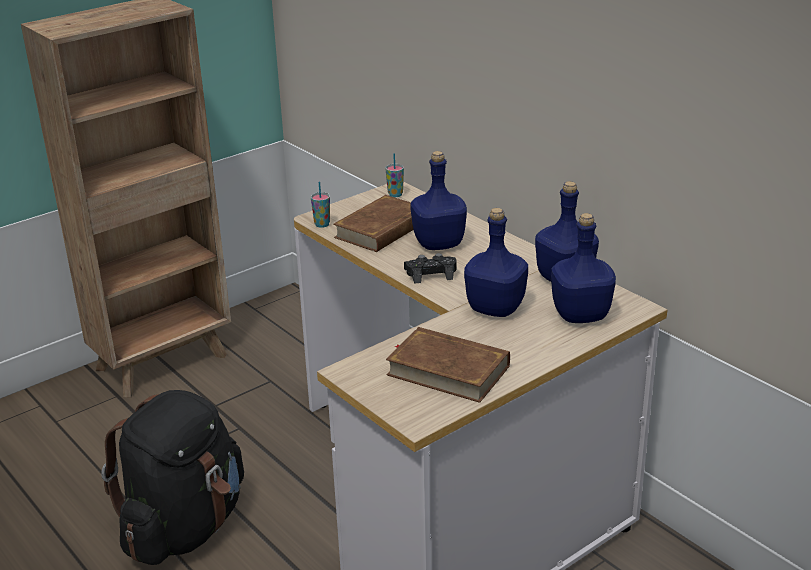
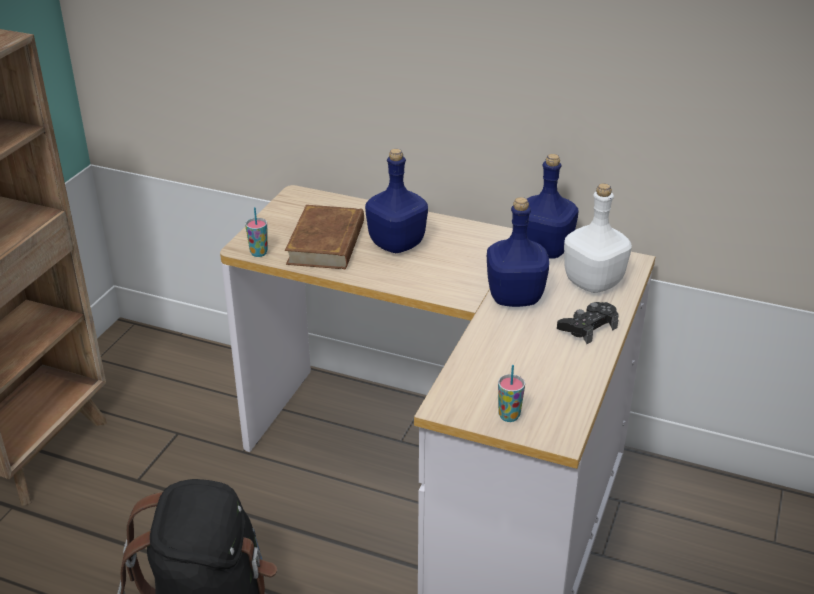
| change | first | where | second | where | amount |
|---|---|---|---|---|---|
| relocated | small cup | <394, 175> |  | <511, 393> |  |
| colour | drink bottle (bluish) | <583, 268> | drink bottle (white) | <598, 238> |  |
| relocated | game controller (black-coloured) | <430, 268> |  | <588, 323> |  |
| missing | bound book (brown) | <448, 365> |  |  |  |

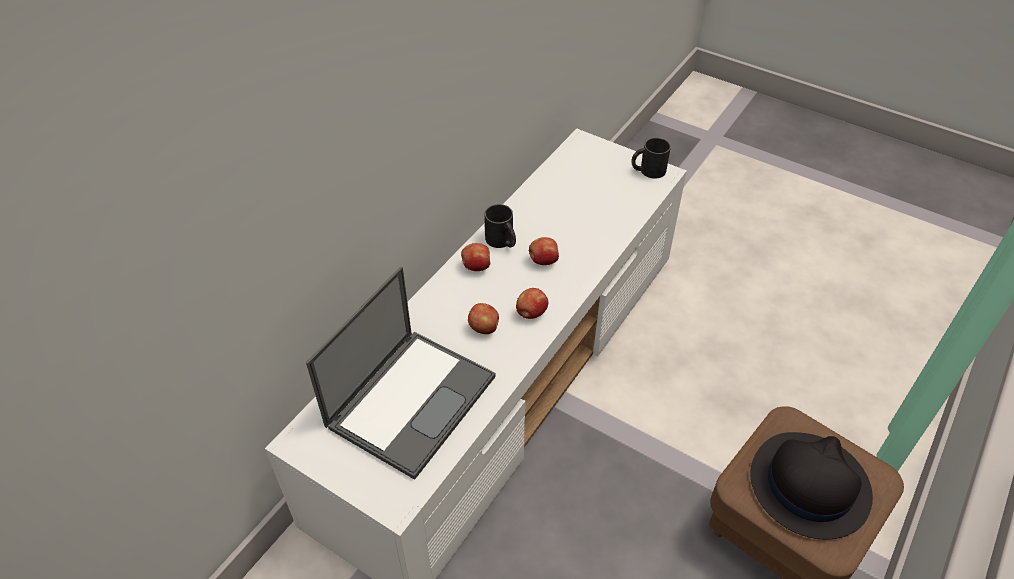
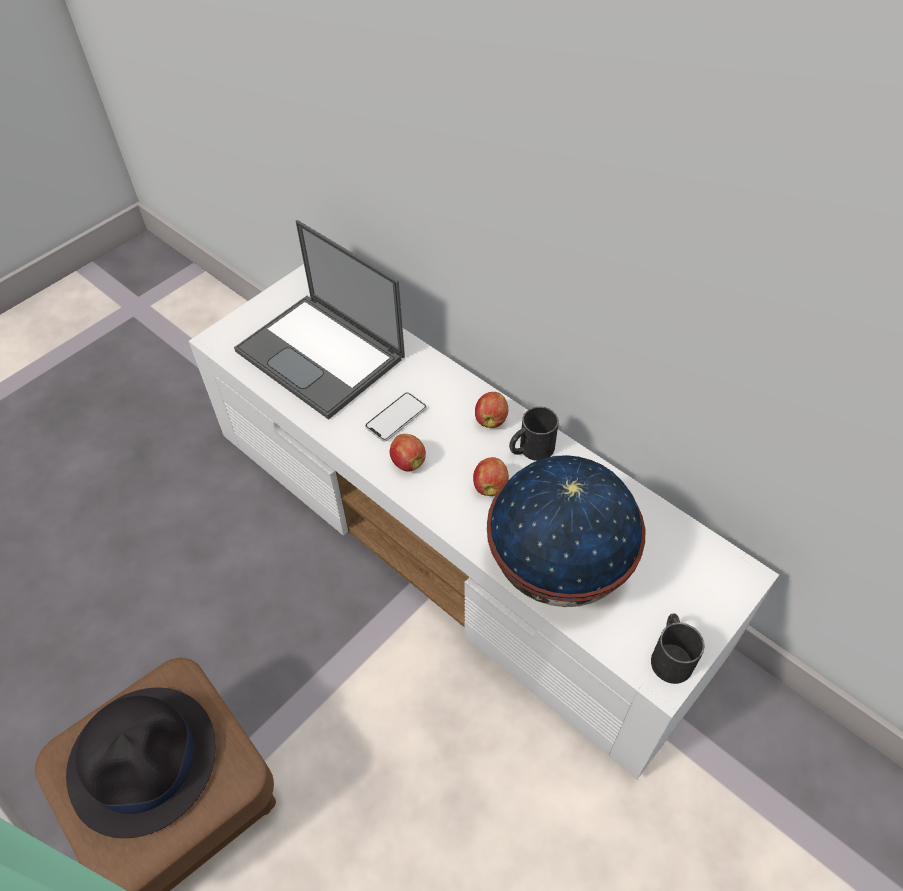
| change | first | where | second | where | amount |
|---|---|---|---|---|---|
| exchanged | apple fruit | <483, 318> | phone | <396, 416> |  |
| appeared |  |  | globe | <566, 531> |  |

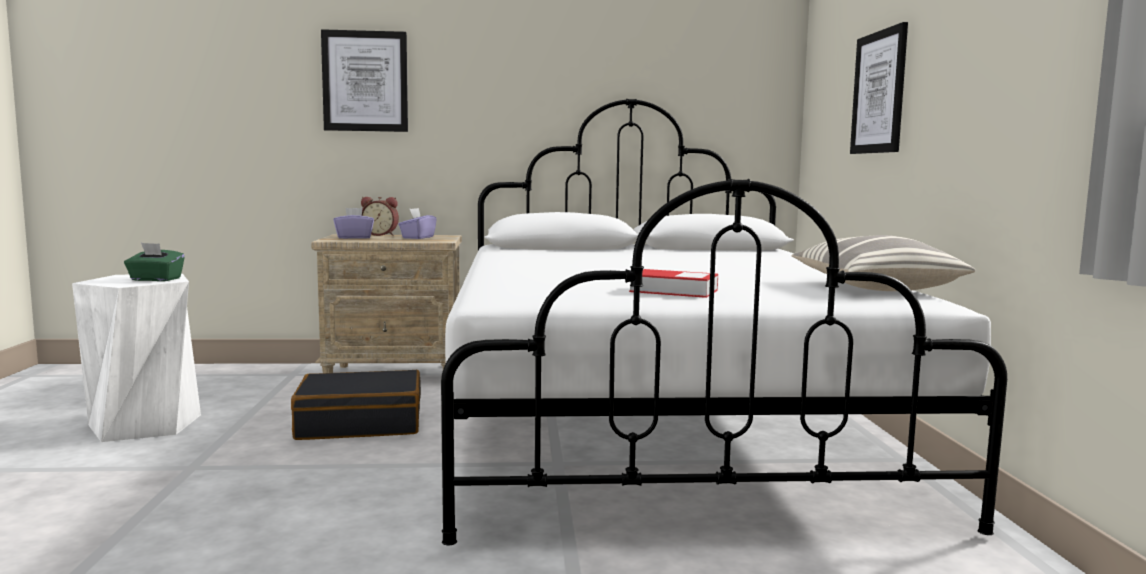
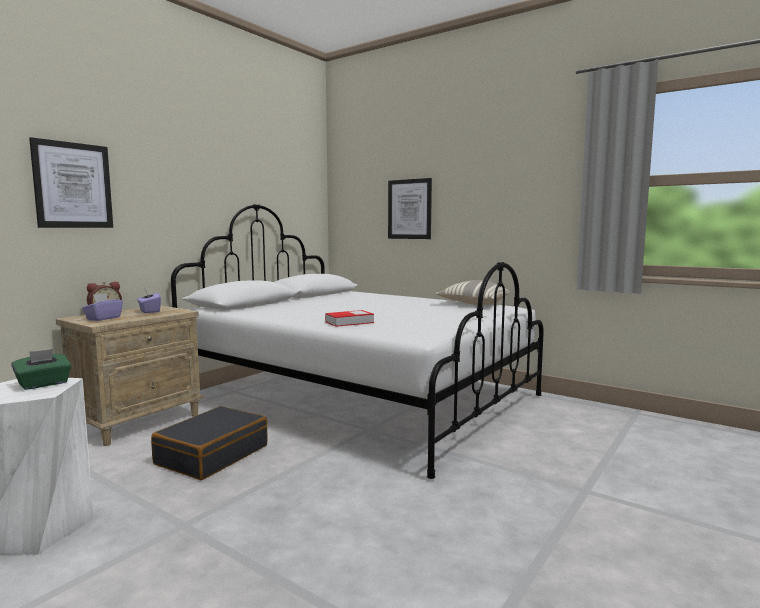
| change | first | where | second | where | amount |
|---|---|---|---|---|---|
| relocated | bound book | <673, 283> |  | <349, 318> |  |

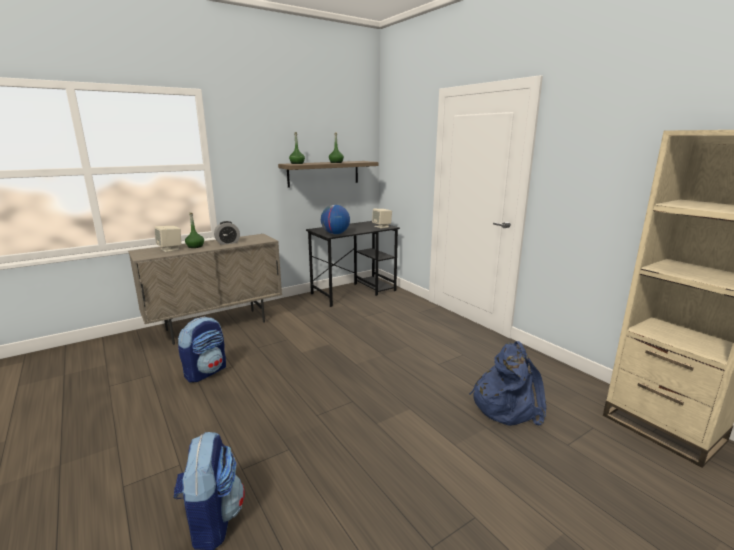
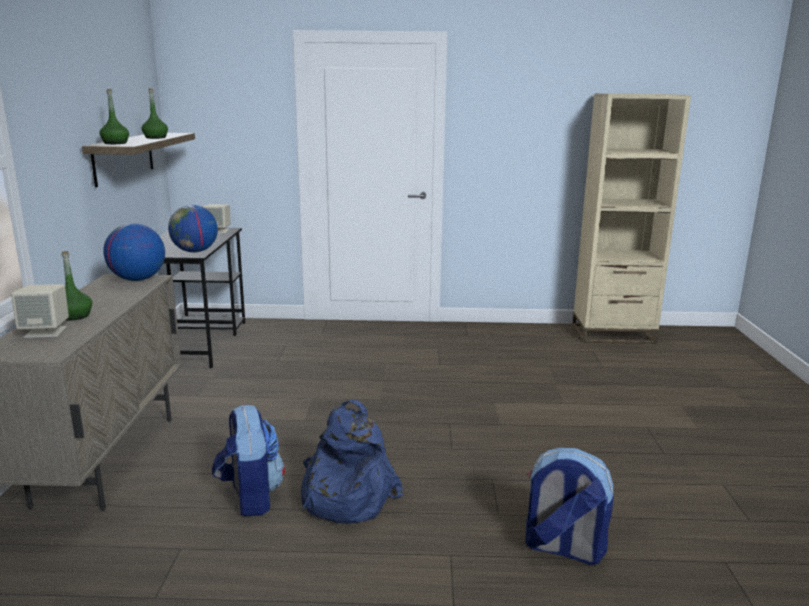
| change | first | where | second | where | amount |
|---|---|---|---|---|---|
| missing | alarm clock | <227, 233> |  |  |  |
| relocated | knapsack (bluish) | <507, 383> |  | <352, 461> |  |
| appeared |  |  | globe | <134, 252> |  |

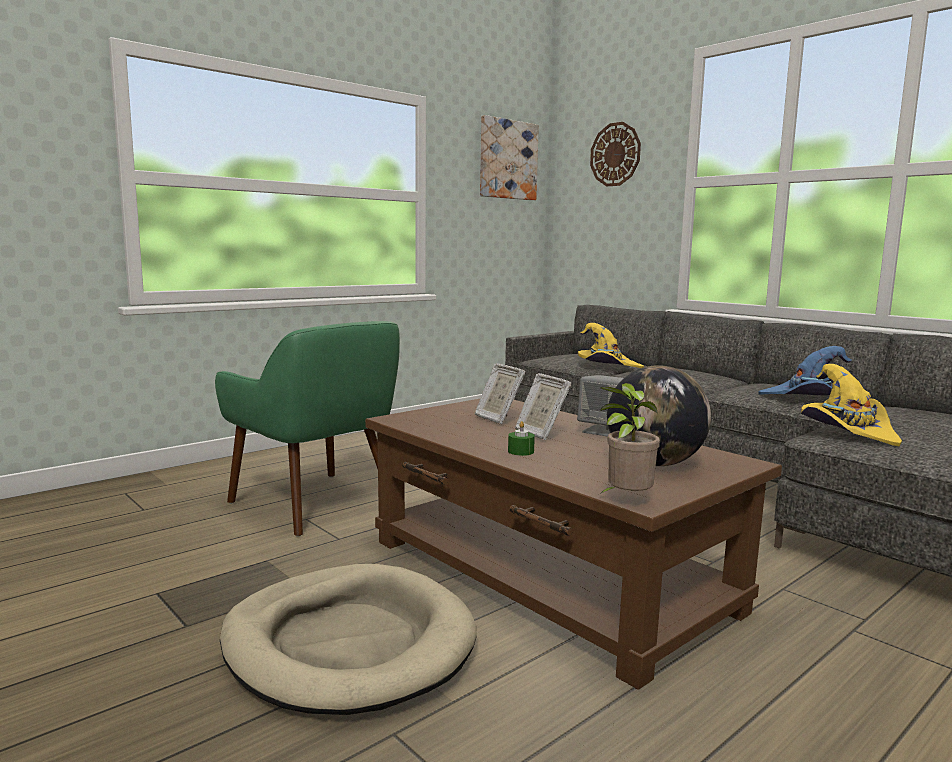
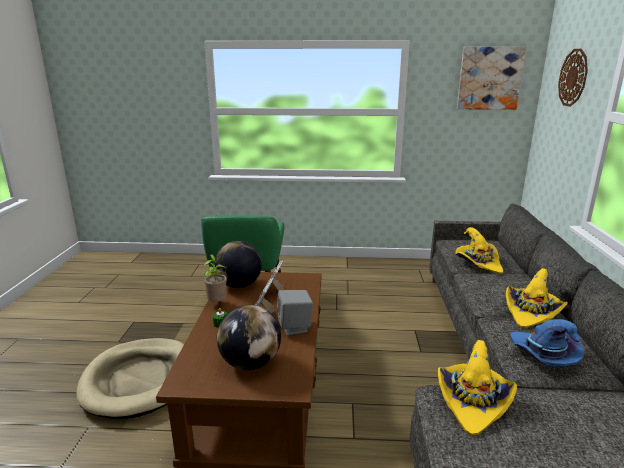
| change | first | where | second | where | amount |
|---|---|---|---|---|---|
| relocated | potted plant | <630, 438> |  | <215, 278> |  |
| appeared |  |  | globe | <238, 264> |  |
| appeared |  |  | hat (yellow) | <537, 298> |  |

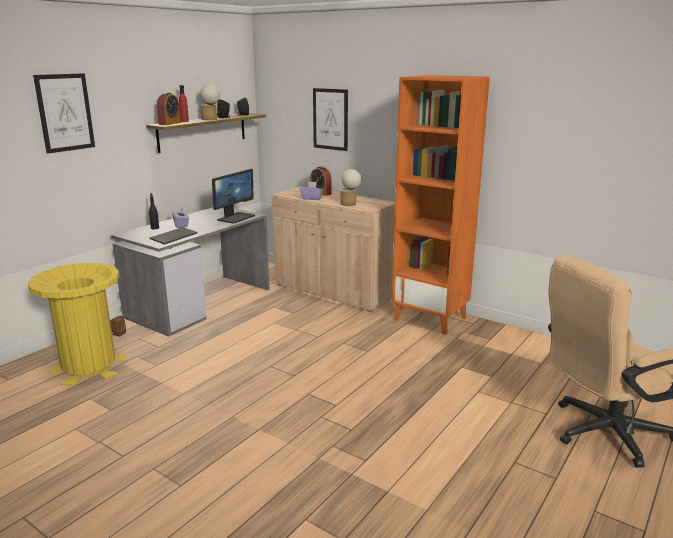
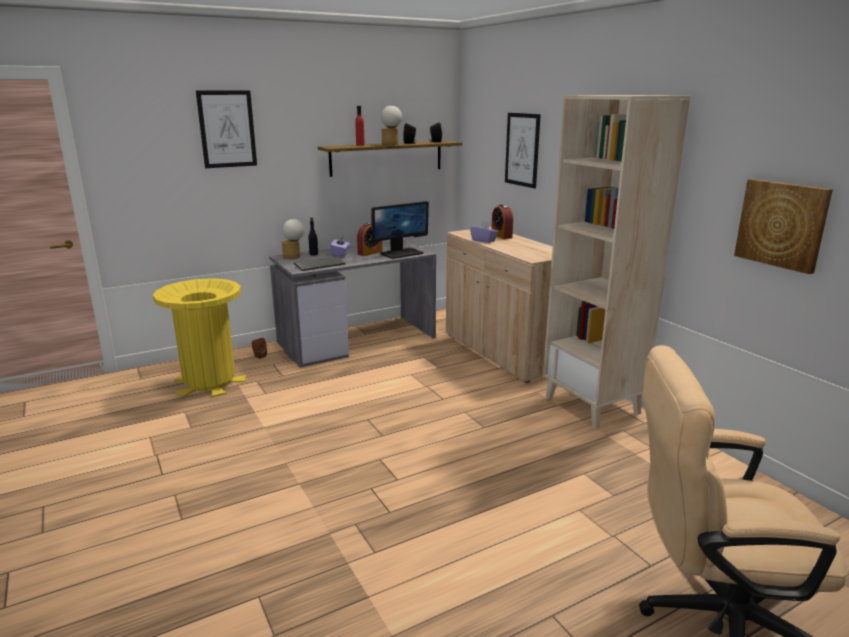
| change | first | where | second | where | amount |
|---|---|---|---|---|---|
| colour | shelving unit (orange) | <440, 205> | shelving unit (beige-coloured) | <616, 262> |  |
| relocated | alarm clock | <169, 109> |  | <369, 239> |  |
| relocated | lamp for a table | <350, 187> |  | <293, 239> |  |
| appeared |  |  | wall art | <783, 226> |  |

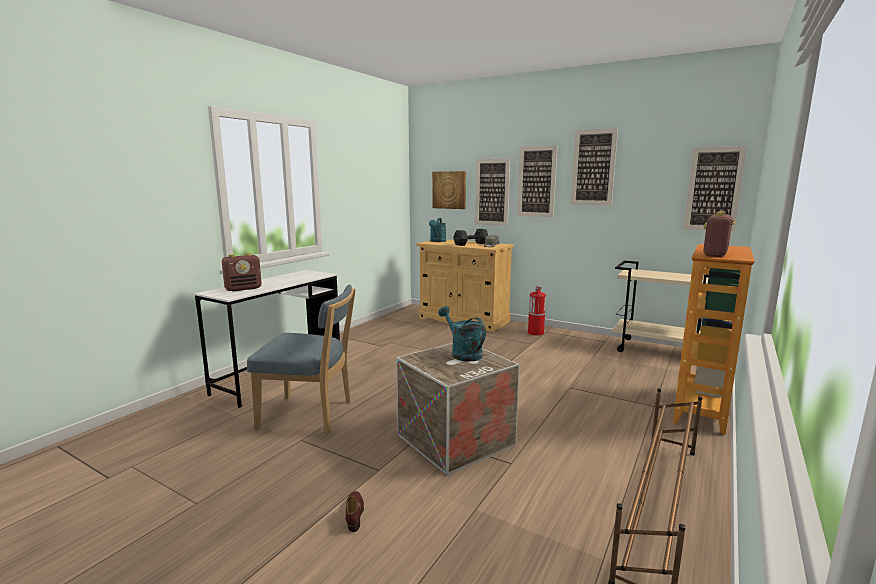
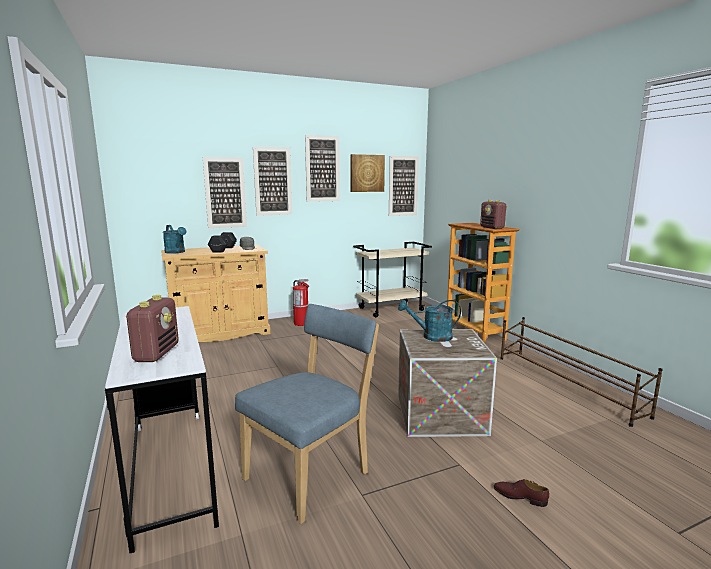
| change | first | where | second | where | amount |
|---|---|---|---|---|---|
| relocated | wall art | <449, 190> |  | <368, 173> |  |

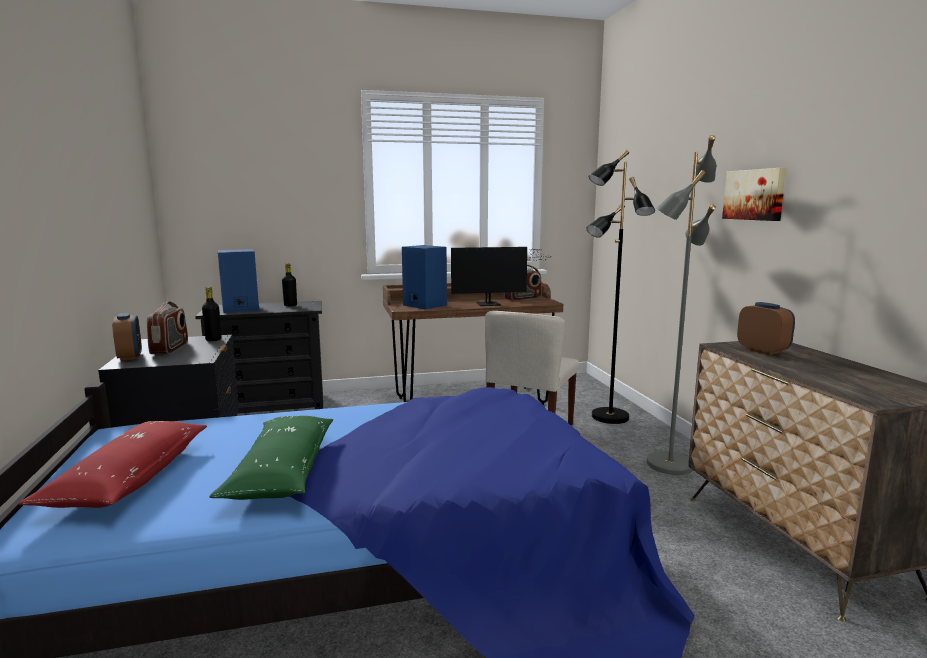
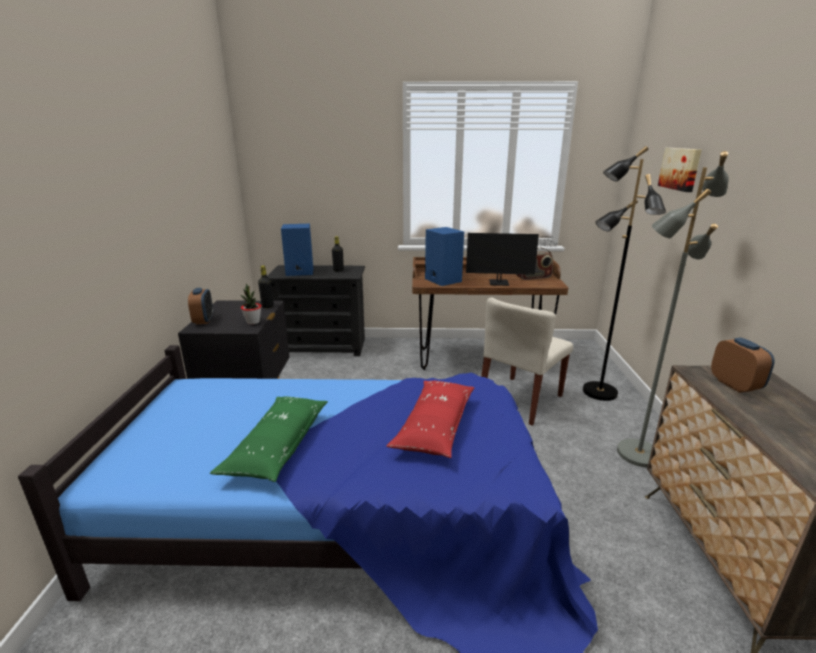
| change | first | where | second | where | amount |
|---|---|---|---|---|---|
| relocated | wall art | <754, 194> |  | <680, 170> |  |
| missing | radio | <167, 327> |  |  |  |
| relocated | cushion (red) | <112, 464> |  | <430, 419> |  |
| appeared |  |  | potted plant | <250, 304> |  |

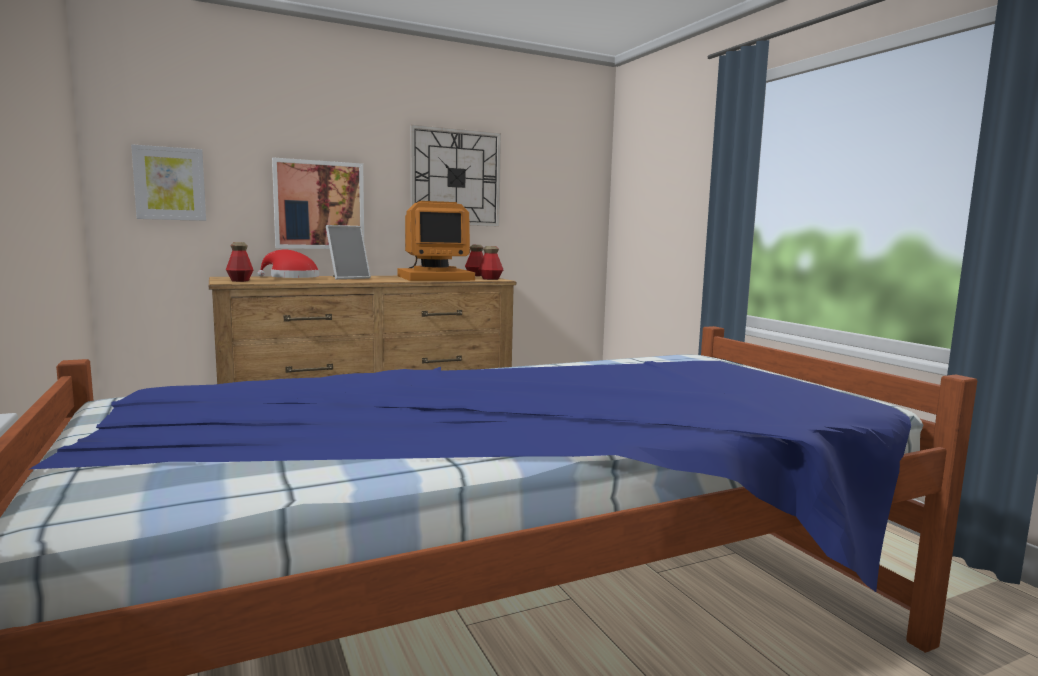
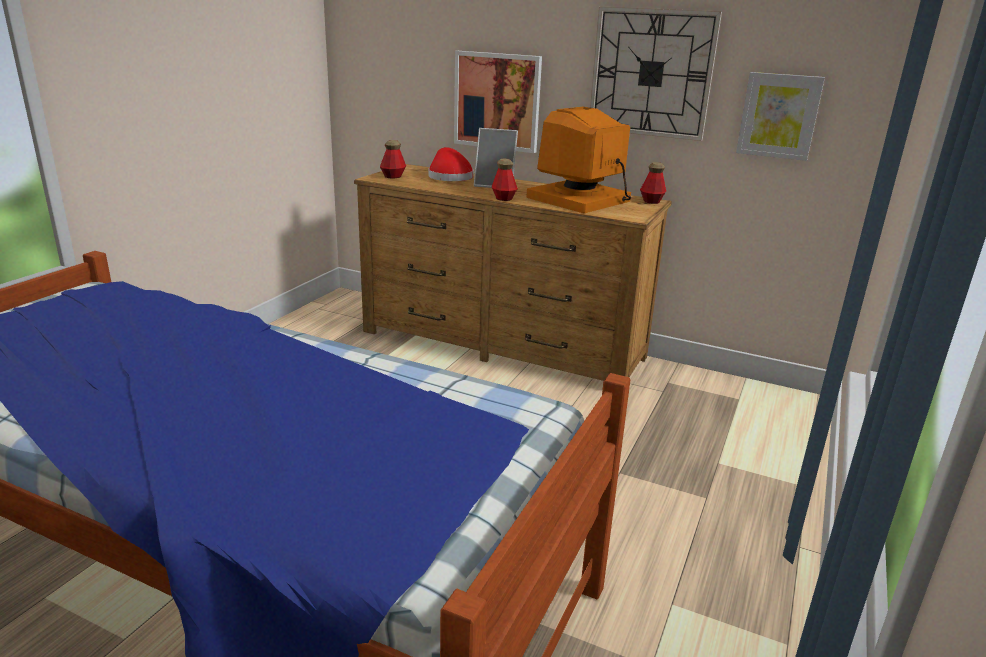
| change | first | where | second | where | amount |
|---|---|---|---|---|---|
| relocated | wall art | <168, 182> |  | <780, 116> |  |
| spun | monitor | <436, 241> |  | <578, 160> | 105 degrees clockwise |
| relocated | drink bottle | <490, 263> |  | <505, 180> |  |

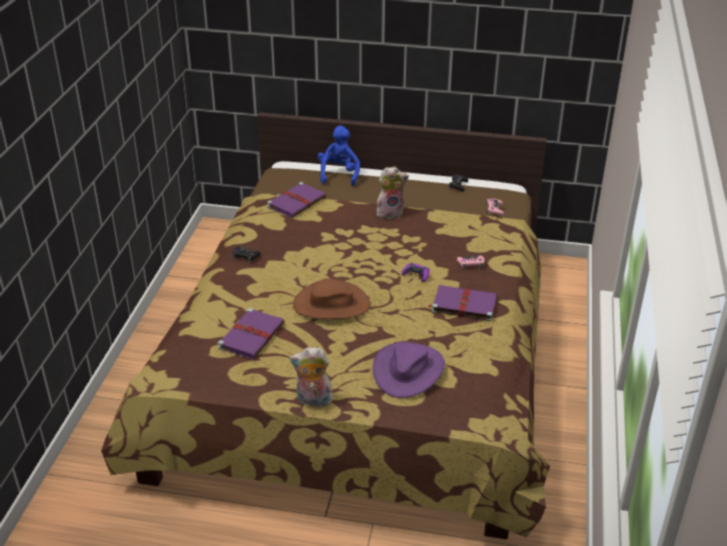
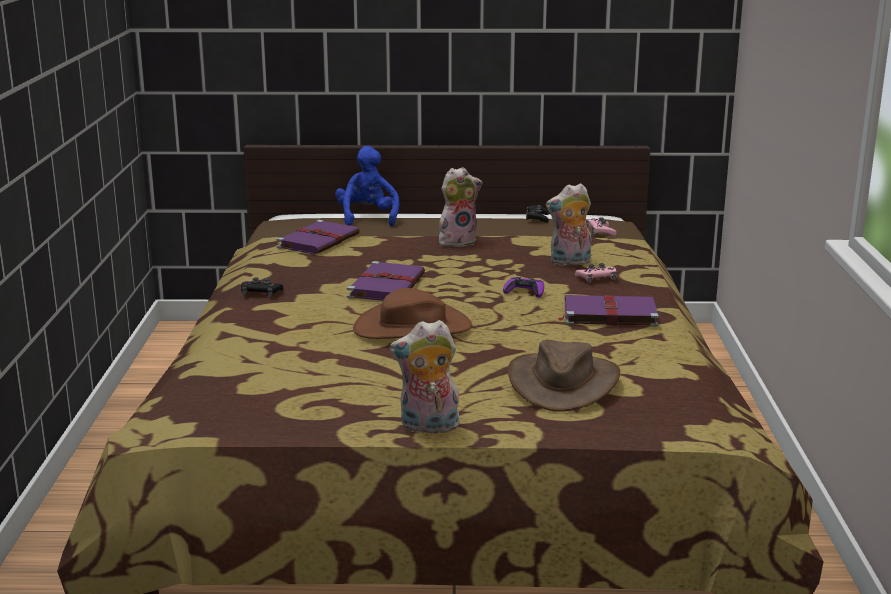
| change | first | where | second | where | amount |
|---|---|---|---|---|---|
| relocated | bound book (purplish) | <251, 333> |  | <386, 281> |  |
| colour | hat (purplish) | <409, 370> | hat (brown) | <564, 376> |  |
| appeared |  |  | soft toy | <568, 224> |  |

